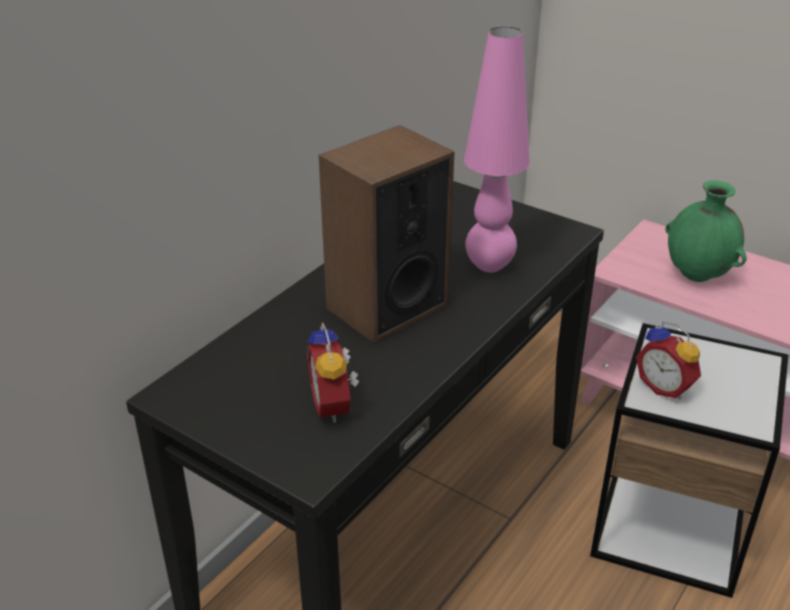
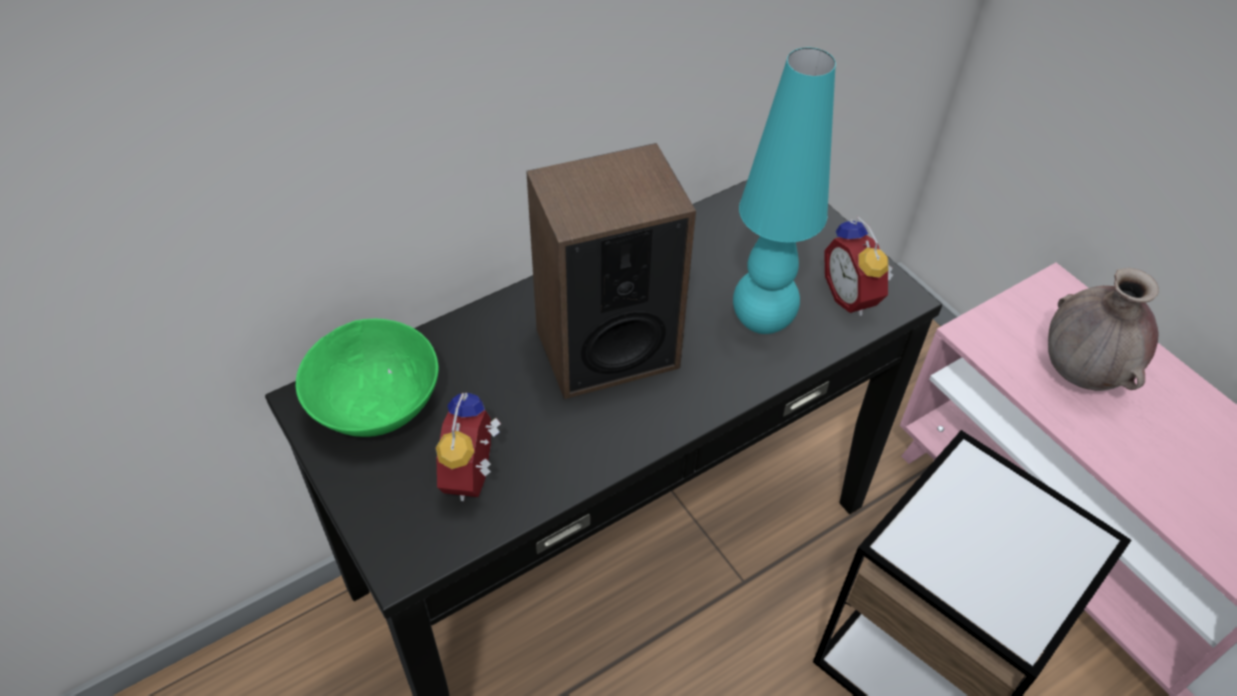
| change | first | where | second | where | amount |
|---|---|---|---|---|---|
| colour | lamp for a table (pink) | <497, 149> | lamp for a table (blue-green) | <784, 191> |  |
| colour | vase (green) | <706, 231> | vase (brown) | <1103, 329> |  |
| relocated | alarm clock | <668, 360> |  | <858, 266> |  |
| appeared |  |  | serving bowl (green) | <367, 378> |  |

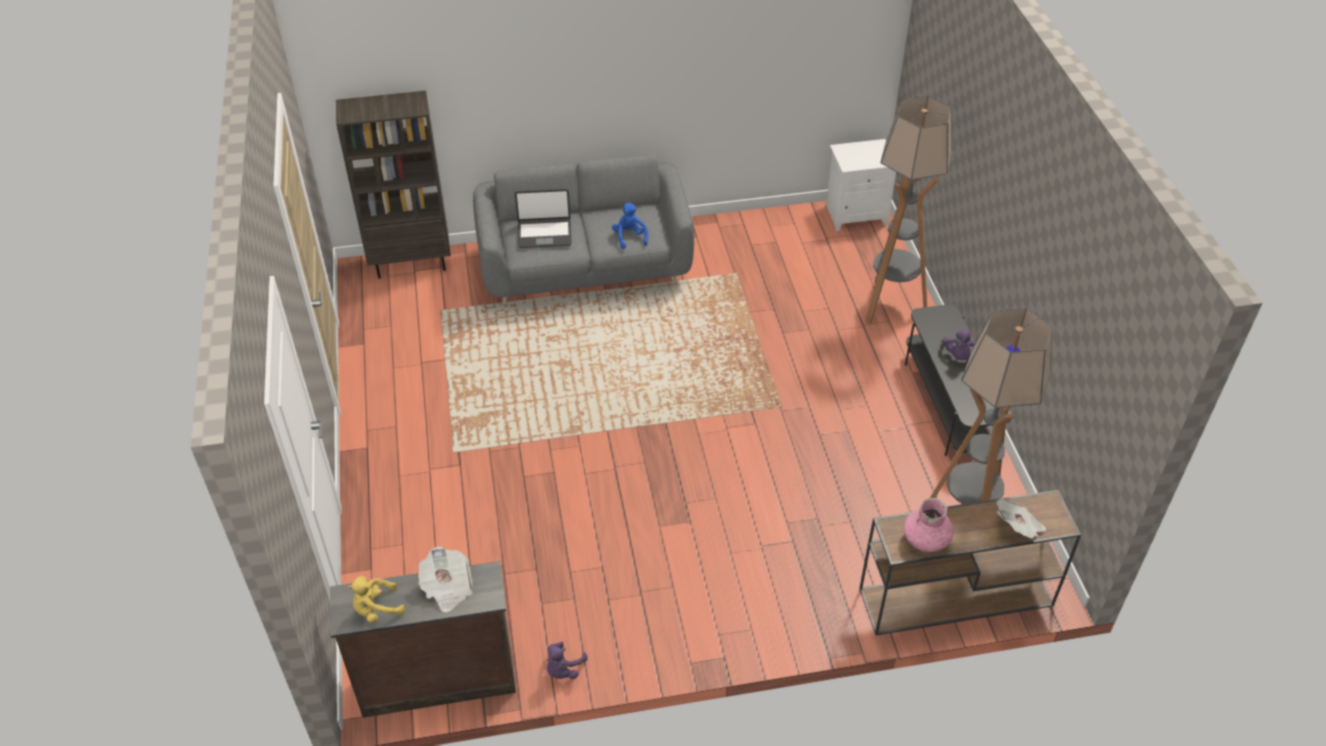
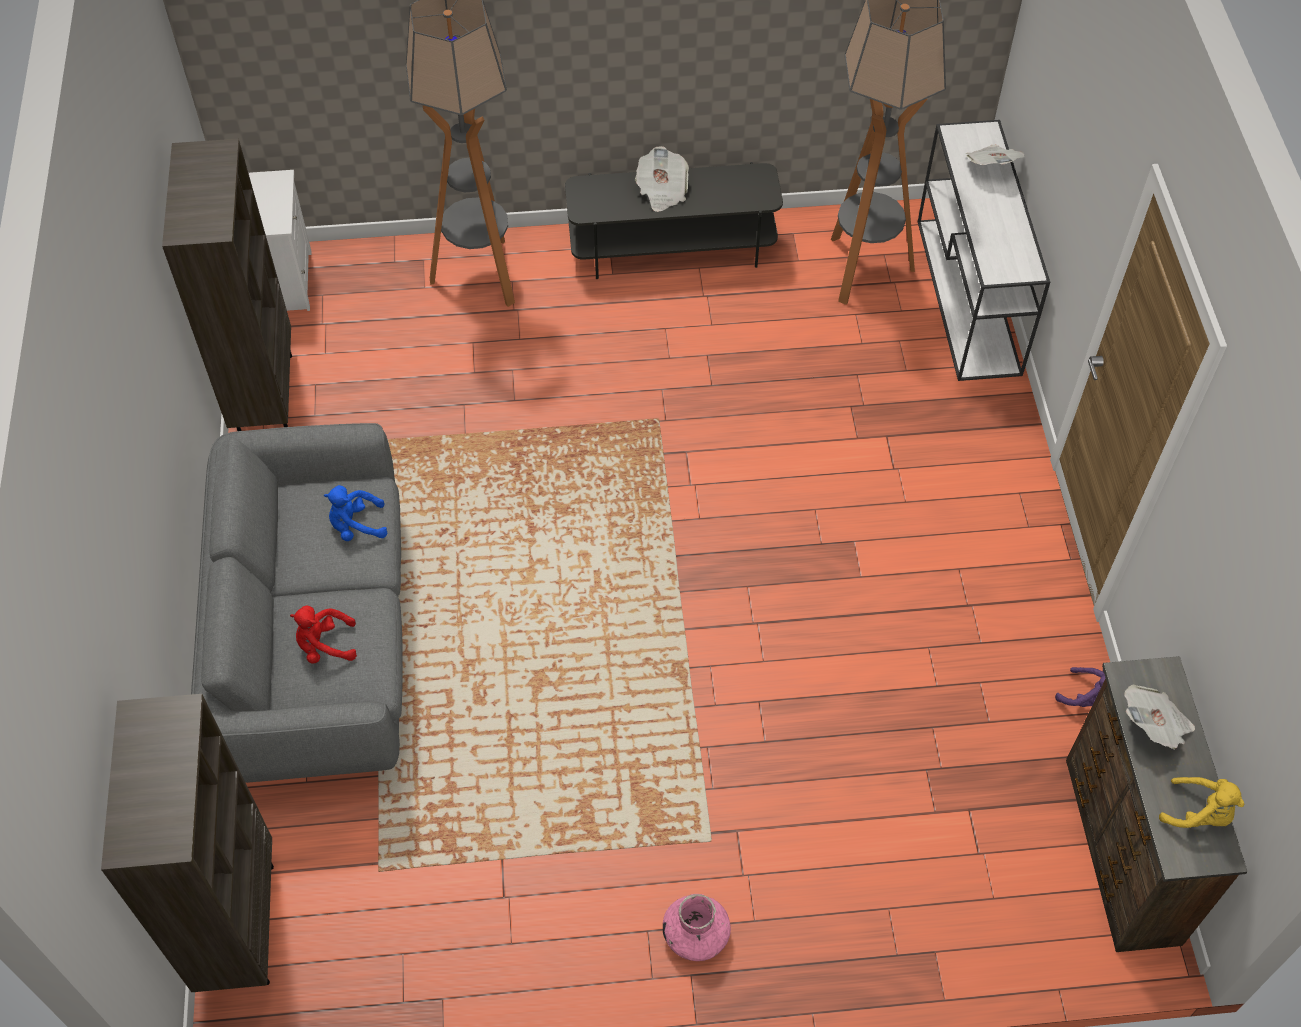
| change | first | where | second | where | amount |
|---|---|---|---|---|---|
| exchanged | portable computer | <543, 218> | soft toy (red) | <323, 634> |  |
| exchanged | soft toy (purplish) | <958, 344> | daily paper | <662, 179> |  |
| colour | hall table (brown) | <970, 562> | hall table (white) | <984, 250> |  |
| relocated | vase (pink) | <928, 525> |  | <697, 927> |  |
| spun | soft toy (yellow) | <376, 599> |  | <1202, 802> | 45 degrees counterclockwise |
| appeared |  |  | shelving unit (brown) | <227, 285> |  |

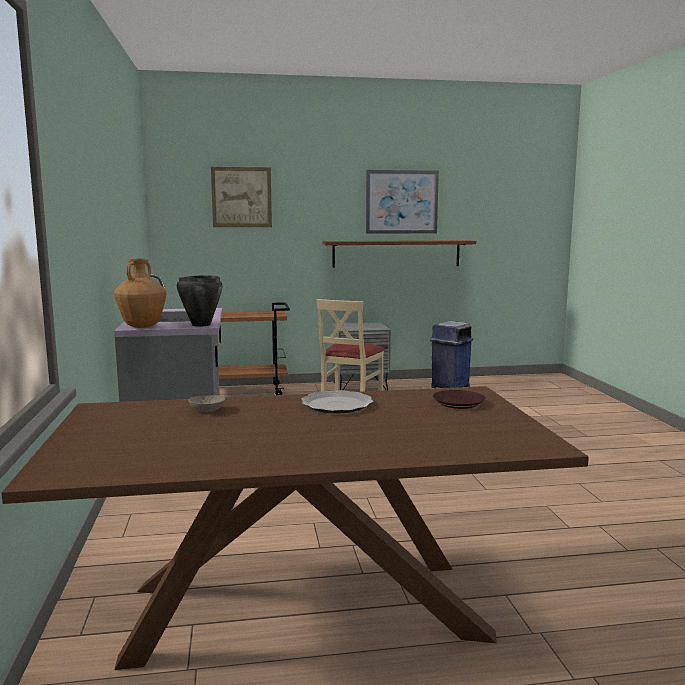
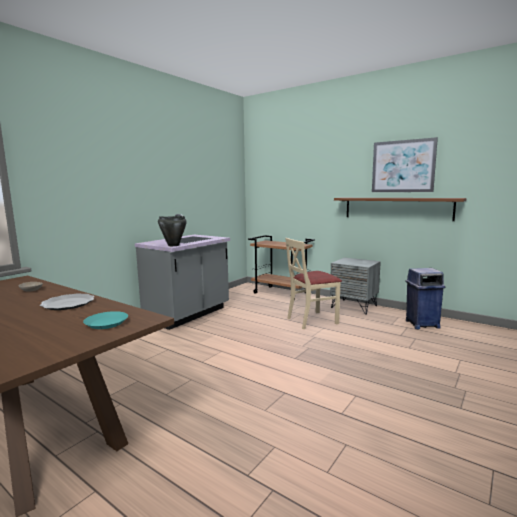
| change | first | where | second | where | amount |
|---|---|---|---|---|---|
| missing | wall art | <241, 197> |  |  |  |
| missing | vase (brown) | <140, 293> |  |  |  |
| colour | plate (brown) | <459, 399> | plate (blue-green) | <105, 320> |  |

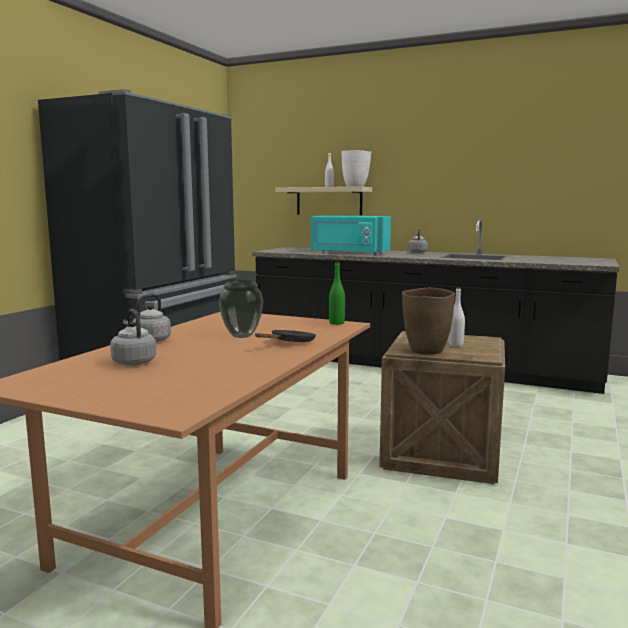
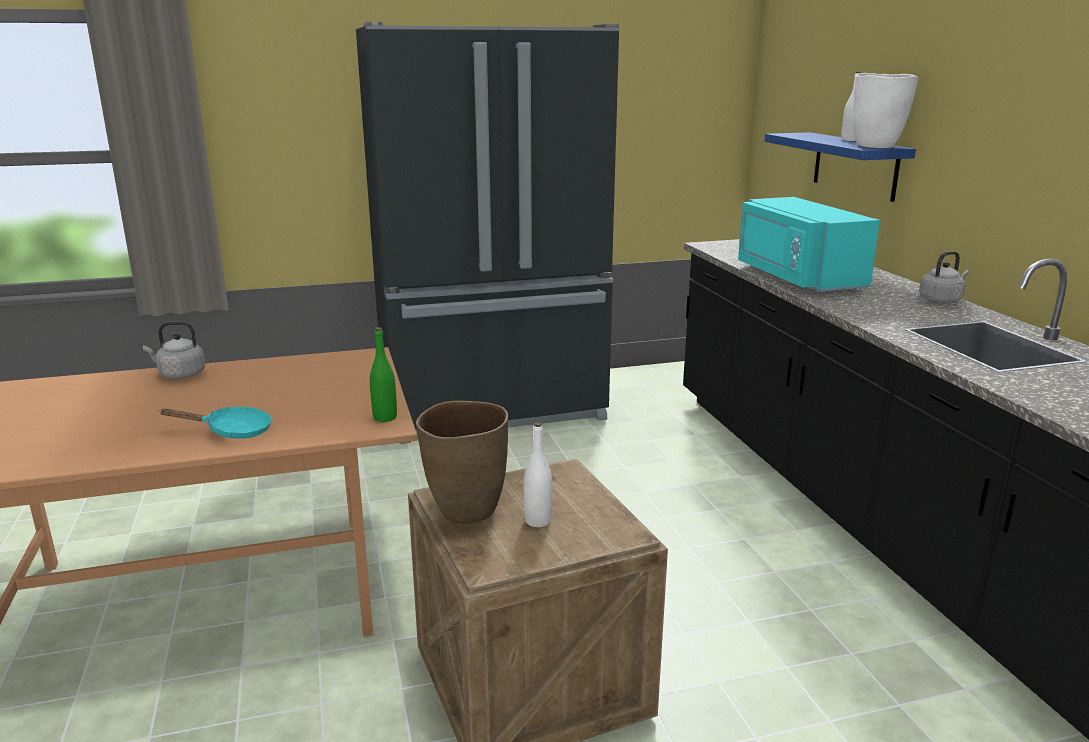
| change | first | where | second | where | amount |
|---|---|---|---|---|---|
| colour | wall shelf (beige-coloured) | <324, 201> | wall shelf (bluish) | <840, 167> |  |
| missing | vase | <241, 309> |  |  |  |
| missing | kettle (gray) | <133, 337> |  |  |  |
| colour | skillet (black-coloured) | <285, 336> | skillet (blue-green) | <215, 423> |  |

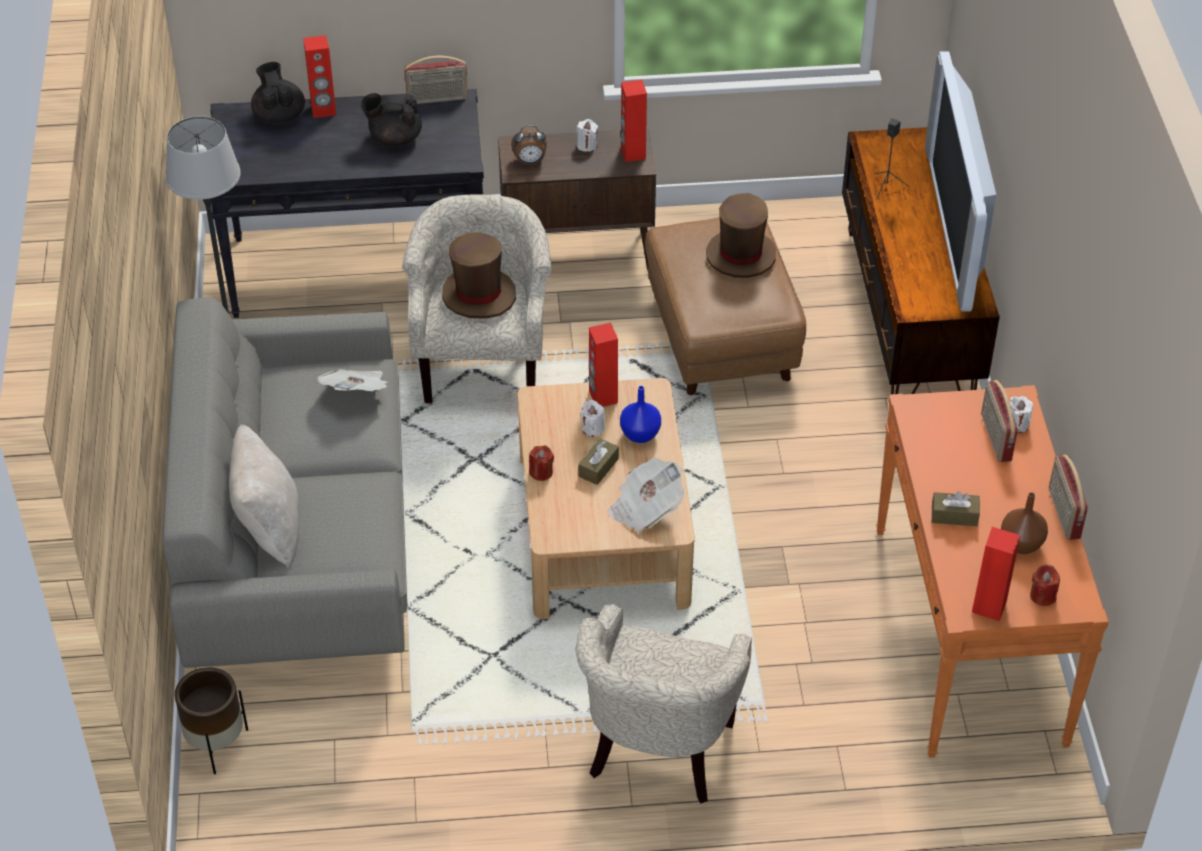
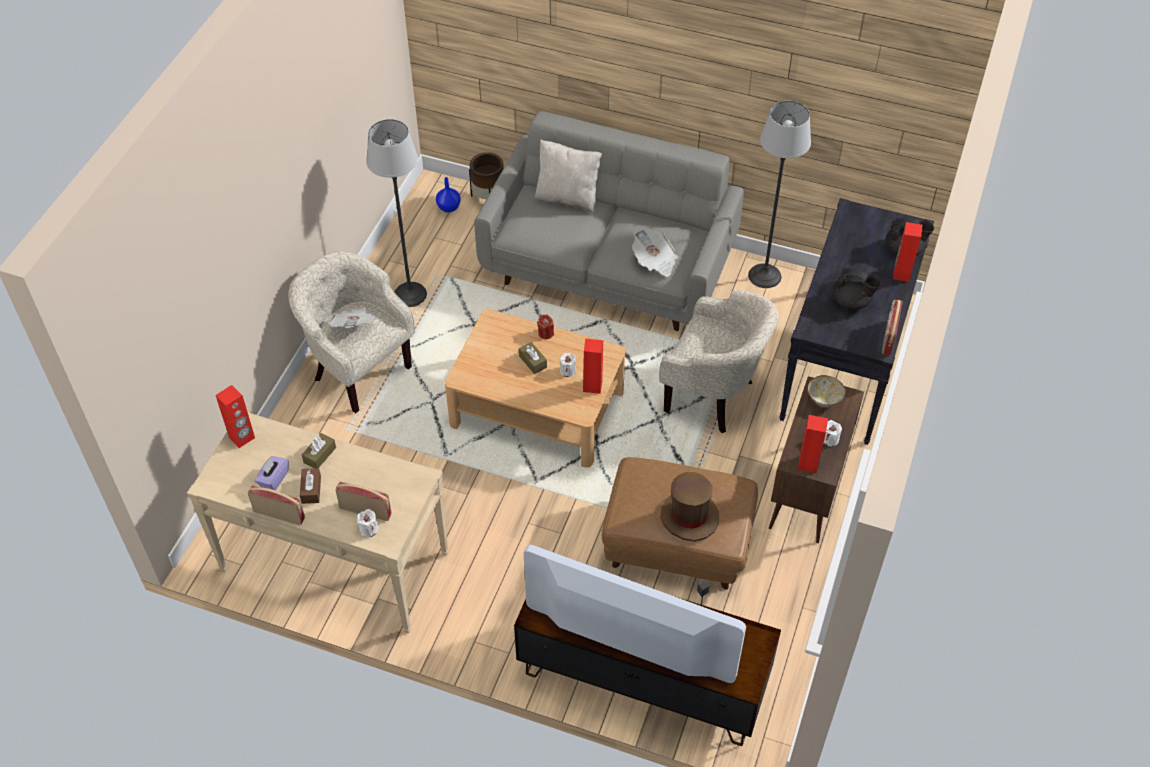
| change | first | where | second | where | amount |
|---|---|---|---|---|---|
| spun | tea pot (black-coloured) | <391, 119> |  | <856, 288> | 90 degrees clockwise |
| exchanged | alarm clock | <529, 145> | serving bowl | <827, 391> |  |
| missing | hat (brown) | <479, 275> |  |  |  |
| colour | hall table (orange) | <992, 571> | hall table (beige-coloured) | <318, 522> |  |
| relocated | vase (bluish) | <640, 414> |  | <448, 195> |  |
| relocated | daily paper | <646, 495> |  | <351, 317> |  |
| exchanged | vase (brown) | <1024, 523> | tissue box (purplish) | <272, 473> |  |
| missing | wax light (red) | <1045, 585> |  |  |  |
| appeared |  |  | floor lamp | <396, 213> |  |
| appeared |  |  | tissue box (brown) | <310, 486> |  |

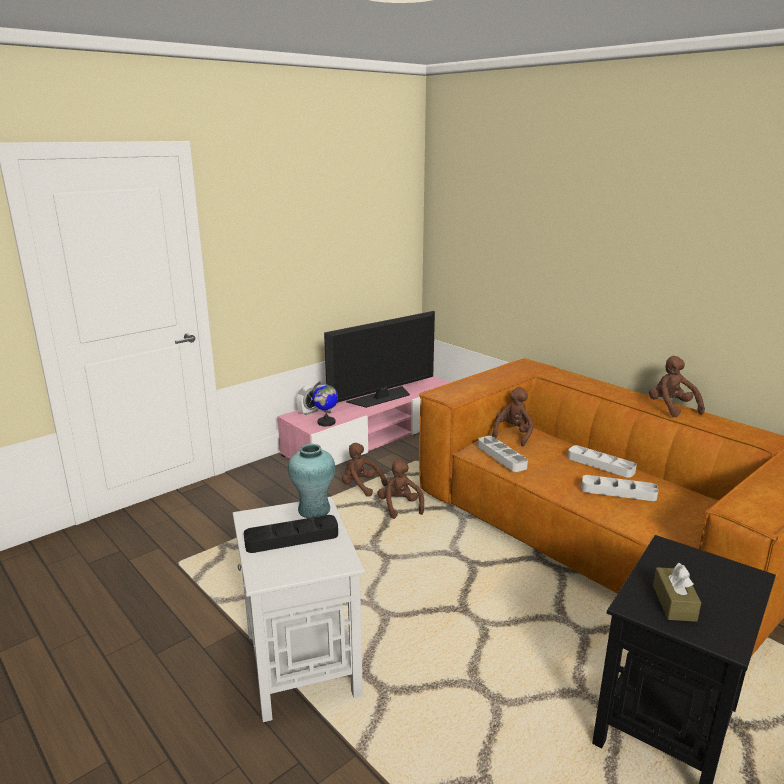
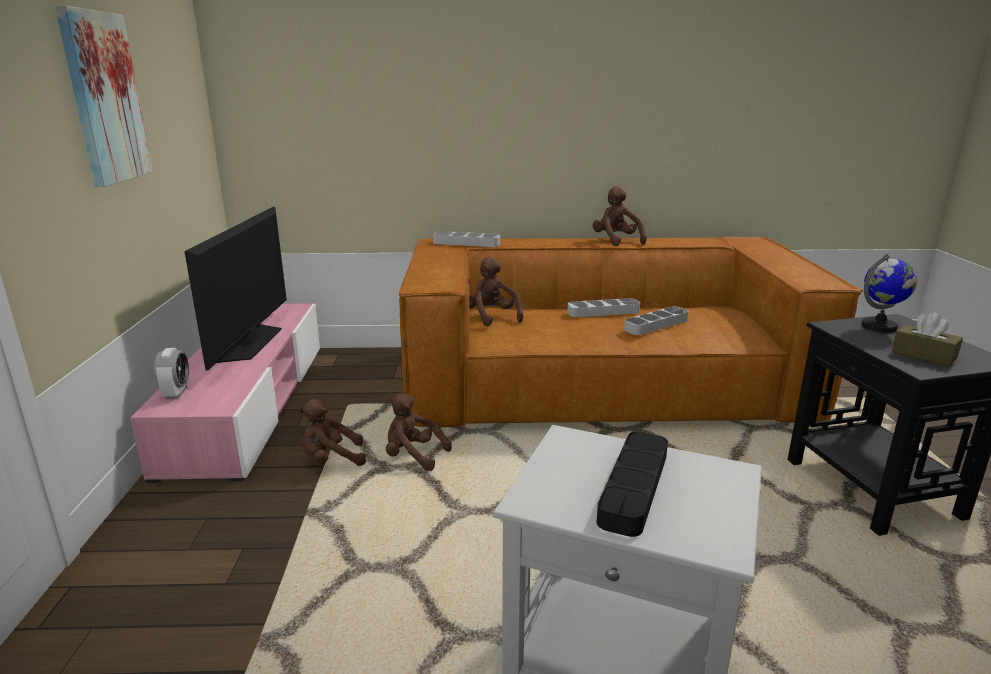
| change | first | where | second | where | amount |
|---|---|---|---|---|---|
| spun | soft toy (brown) | <677, 386> |  | <619, 216> | 45 degrees clockwise |
| relocated | globe | <325, 403> |  | <889, 293> |  |
| relocated | carrying tray (gray) | <503, 454> |  | <466, 239> |  |
| missing | vase (blue-green) | <311, 481> |  |  |  |
| appeared |  |  | wall art | <104, 96> |  |

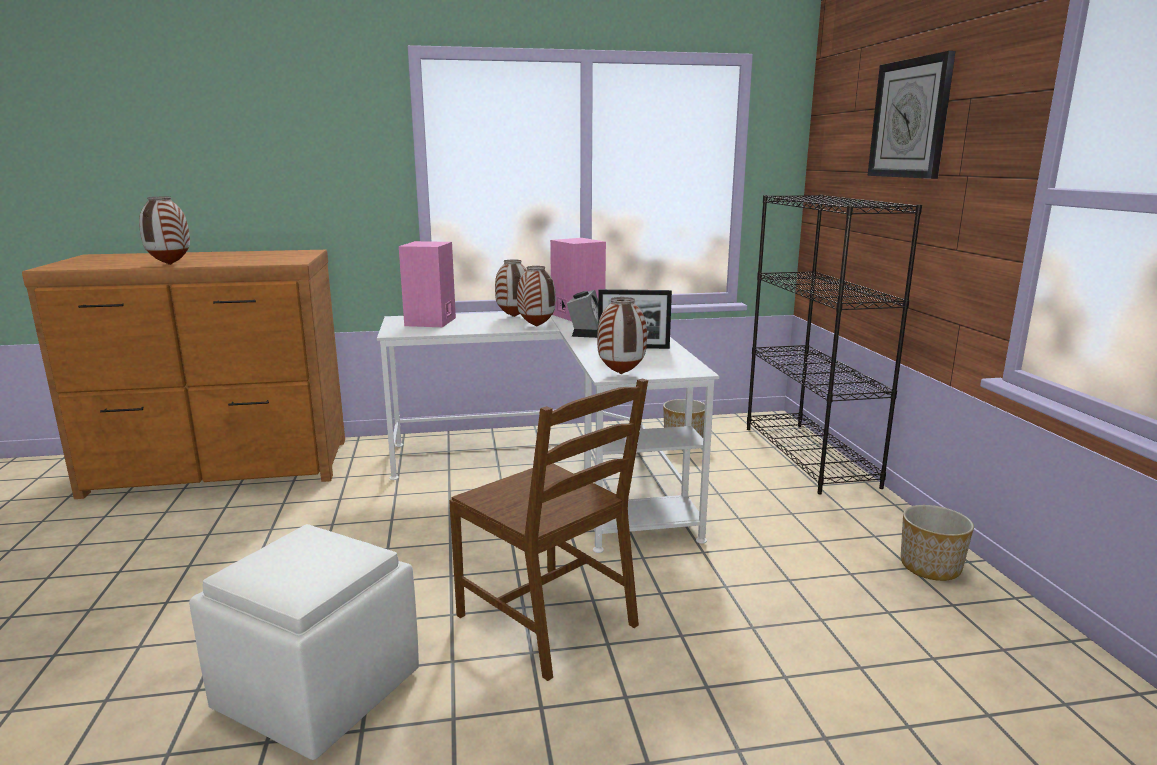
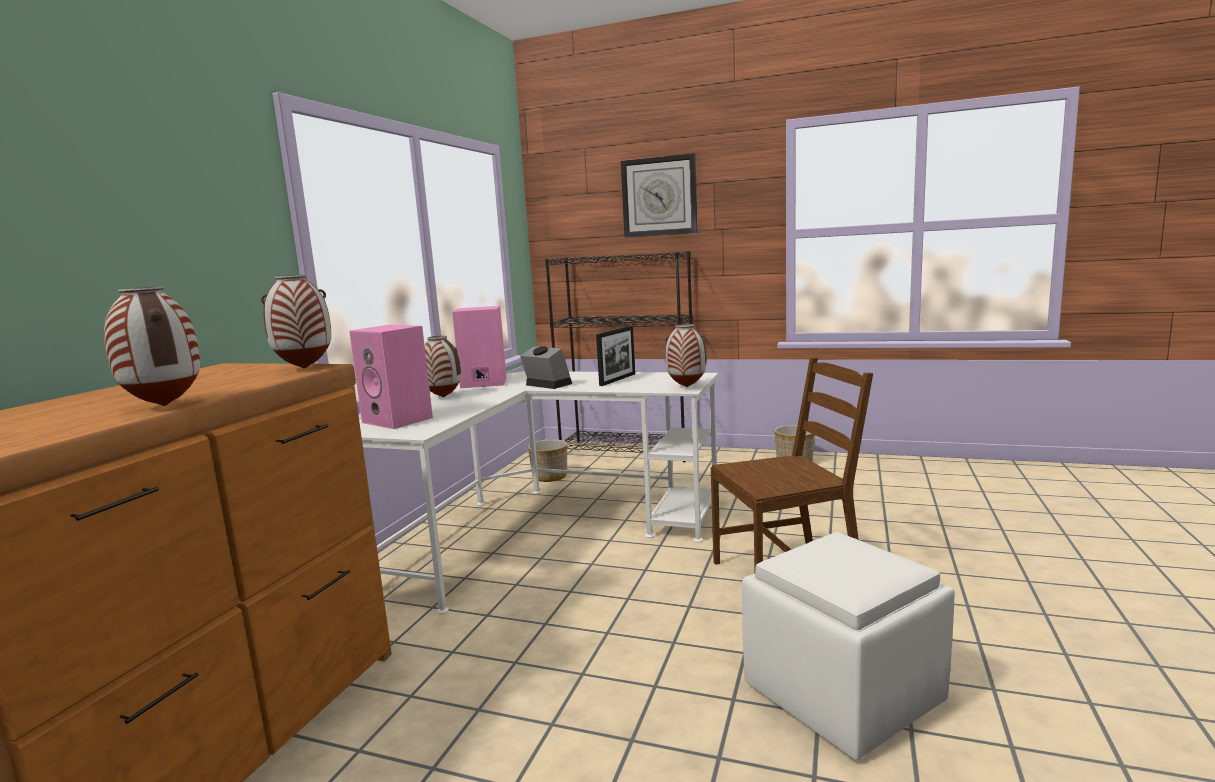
| change | first | where | second | where | amount |
|---|---|---|---|---|---|
| relocated | vase | <536, 296> |  | <296, 322> |  |

